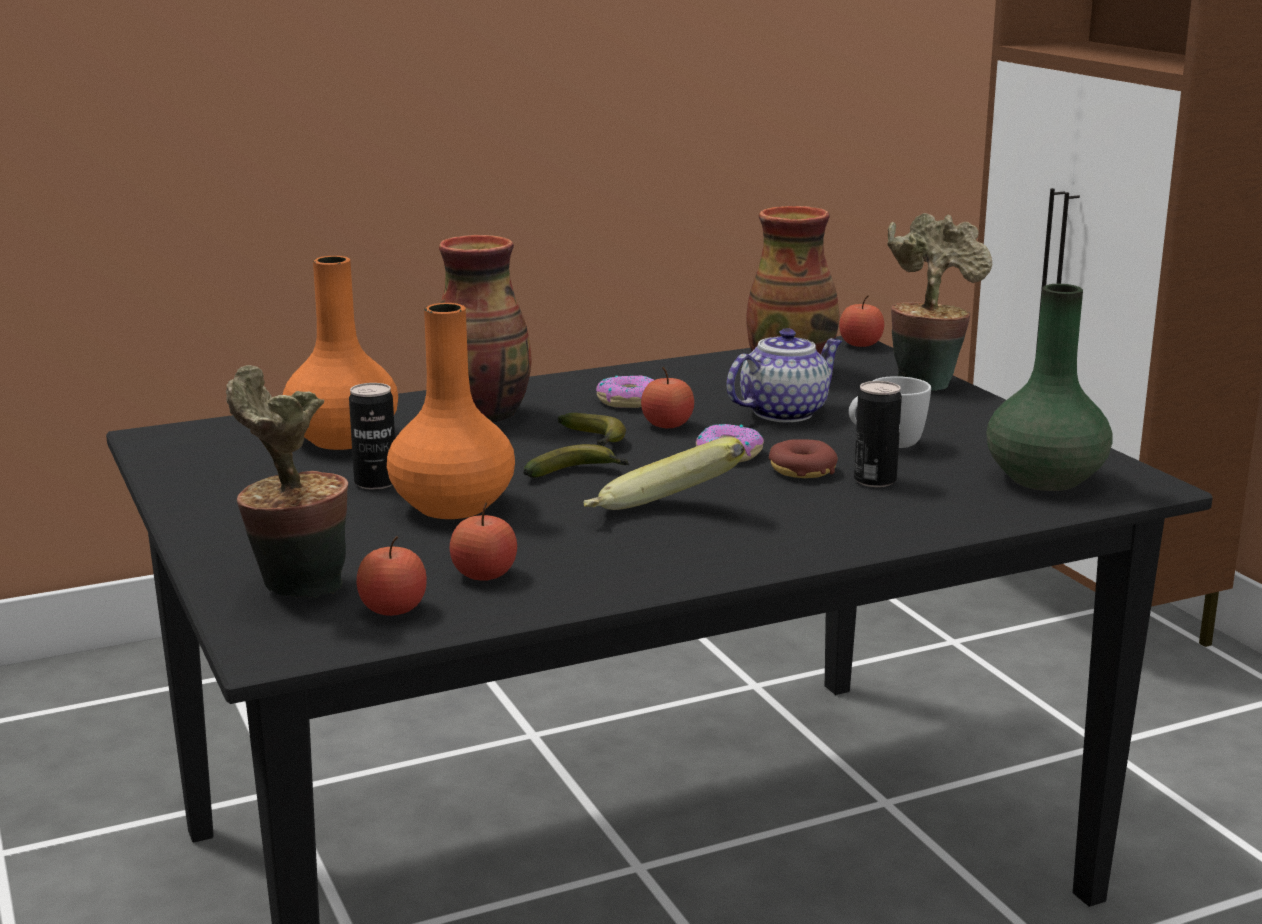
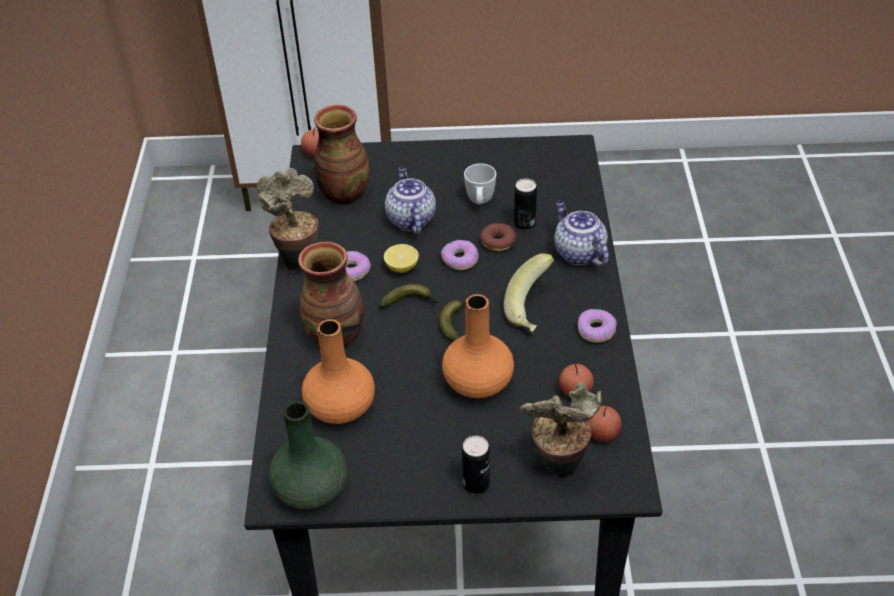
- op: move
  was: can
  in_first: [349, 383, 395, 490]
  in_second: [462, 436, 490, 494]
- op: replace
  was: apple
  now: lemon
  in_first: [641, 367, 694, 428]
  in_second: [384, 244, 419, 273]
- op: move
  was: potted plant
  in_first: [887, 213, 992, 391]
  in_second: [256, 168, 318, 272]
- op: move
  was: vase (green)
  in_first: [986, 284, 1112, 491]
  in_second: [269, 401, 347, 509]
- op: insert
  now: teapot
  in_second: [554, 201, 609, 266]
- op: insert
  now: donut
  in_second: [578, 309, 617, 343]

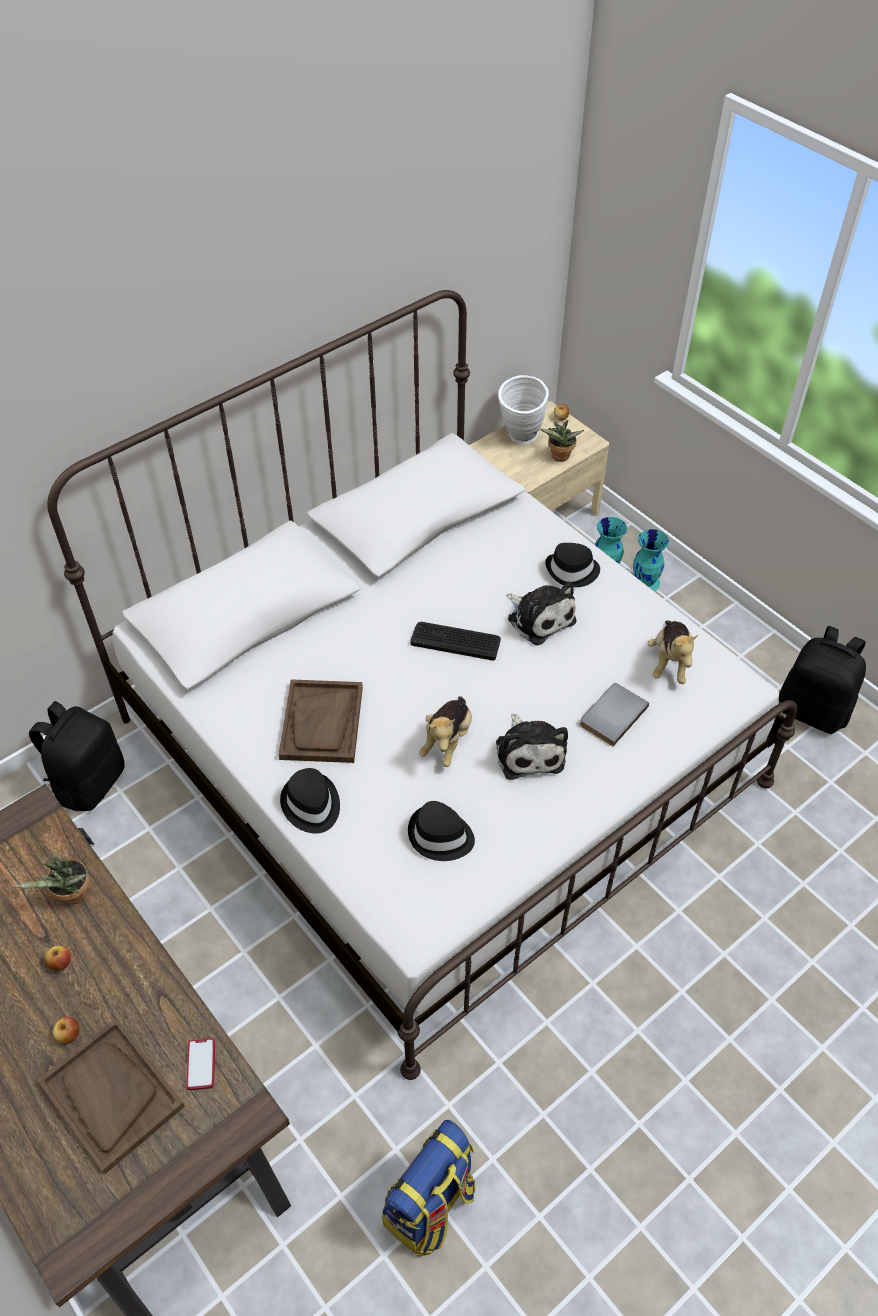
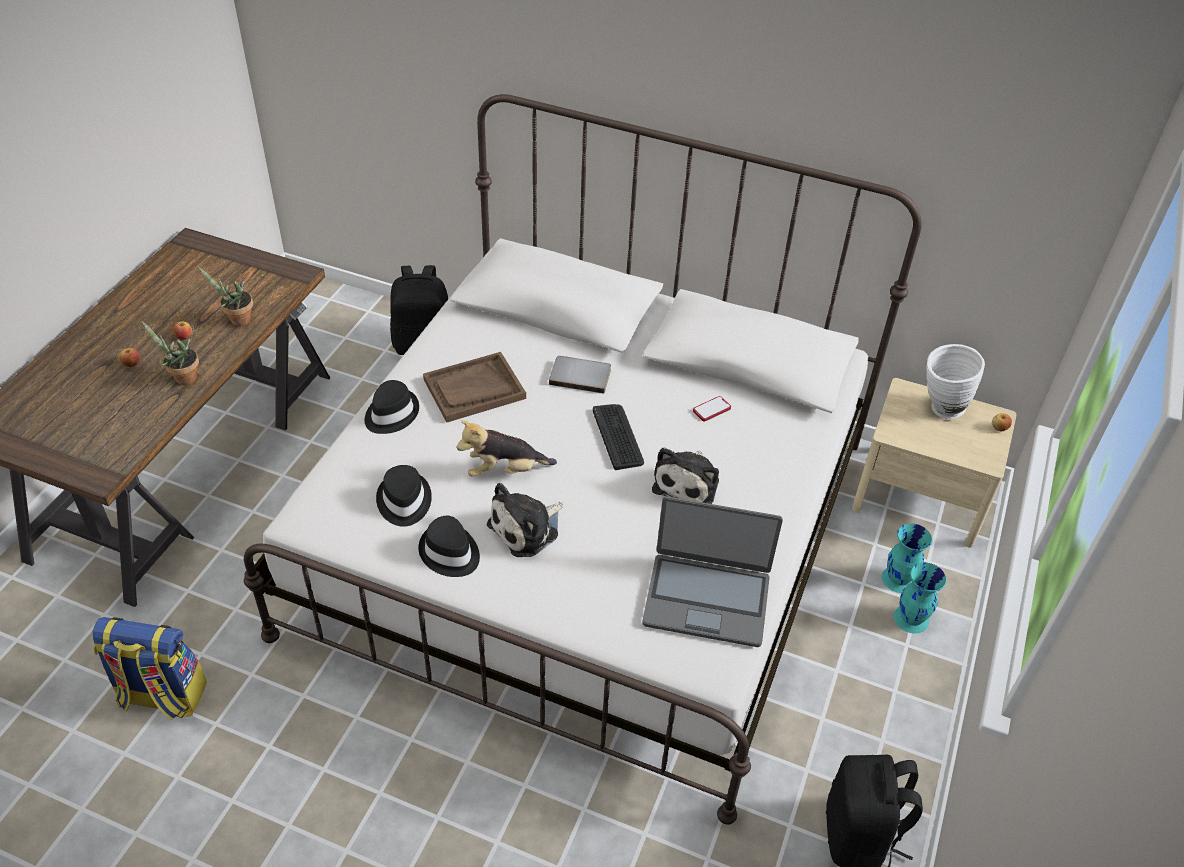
- op: delete
  was: tray (brown)
  in_first: [37, 1018, 185, 1174]
- op: move
  was: phone
  in_first: [186, 1038, 215, 1090]
  in_second: [693, 396, 731, 422]
- op: move
  was: potted plant
  in_first: [540, 420, 584, 462]
  in_second: [142, 322, 199, 385]
- op: move
  was: hat (black)
  in_first: [545, 543, 600, 587]
  in_second: [418, 516, 480, 577]
- op: move
  was: book (grey)
  in_first: [580, 683, 649, 746]
  in_second: [549, 356, 611, 394]
- op: replace
  was: plush toy
  now: laptop
  in_first: [648, 620, 698, 684]
  in_second: [642, 496, 783, 647]

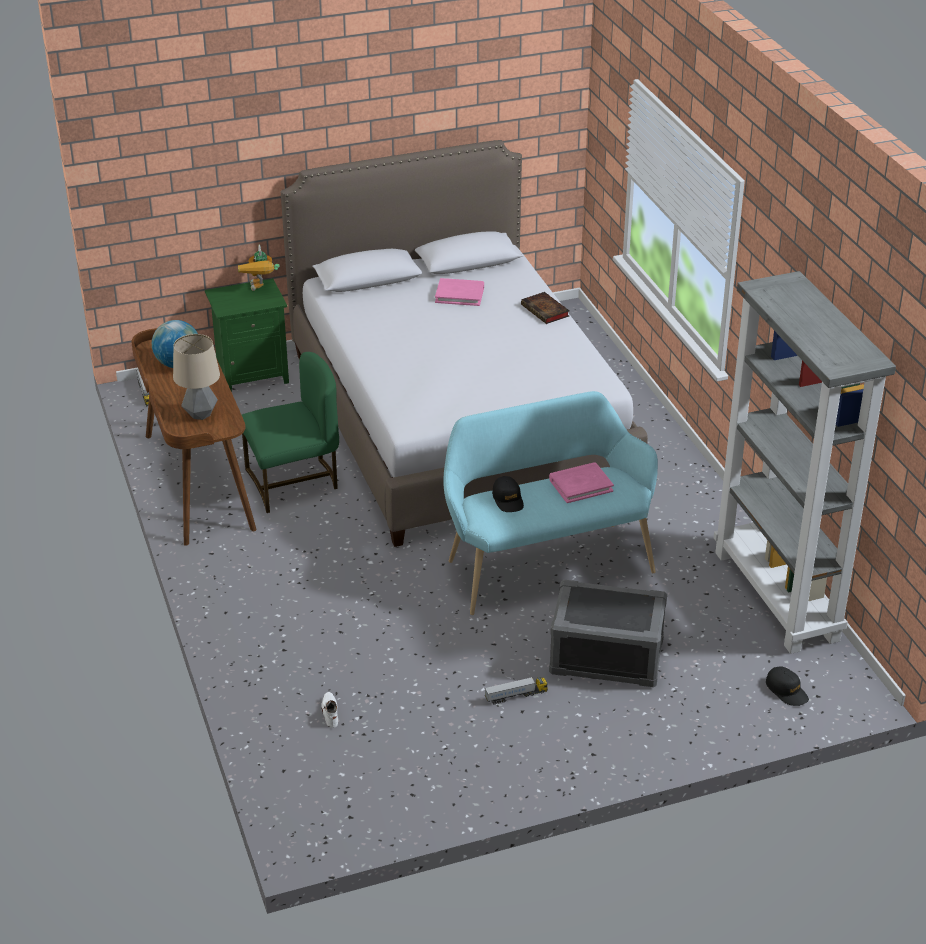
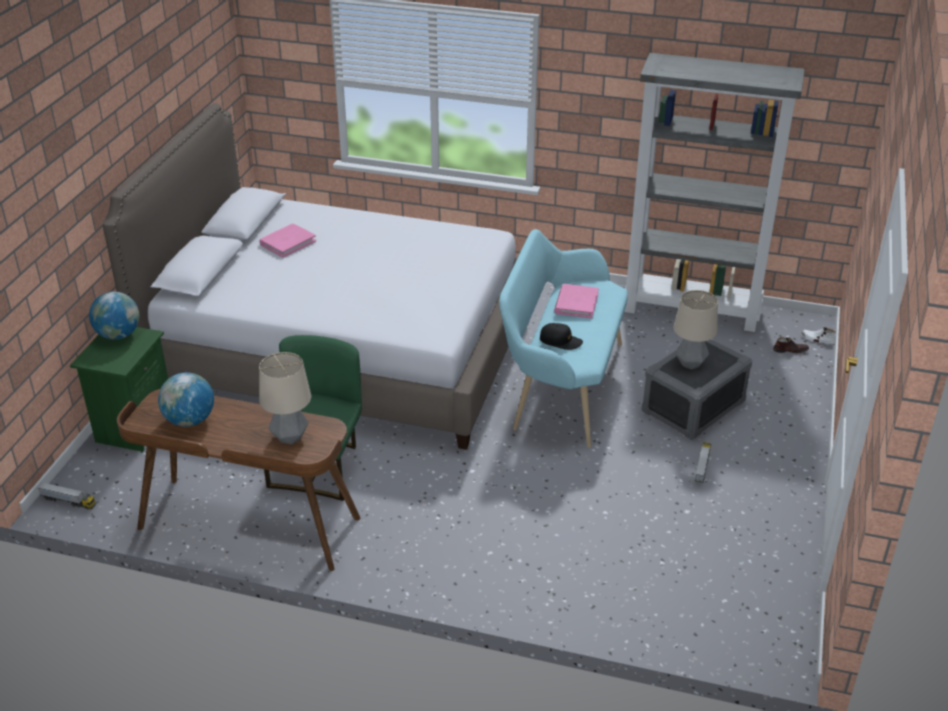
- op: replace
  was: toy robot
  now: globe
  in_first: [238, 245, 280, 291]
  in_second: [89, 291, 139, 340]
- op: move
  was: shoe (white)
  in_first: [321, 692, 338, 727]
  in_second: [802, 327, 836, 345]
- op: delete
  was: book
  in_first: [521, 292, 569, 324]
- op: replace
  was: cap (black)
  now: shoe (brown)
  in_first: [766, 666, 809, 706]
  in_second: [773, 337, 809, 353]
- op: insert
  now: table lamp
  in_second: [673, 290, 718, 370]

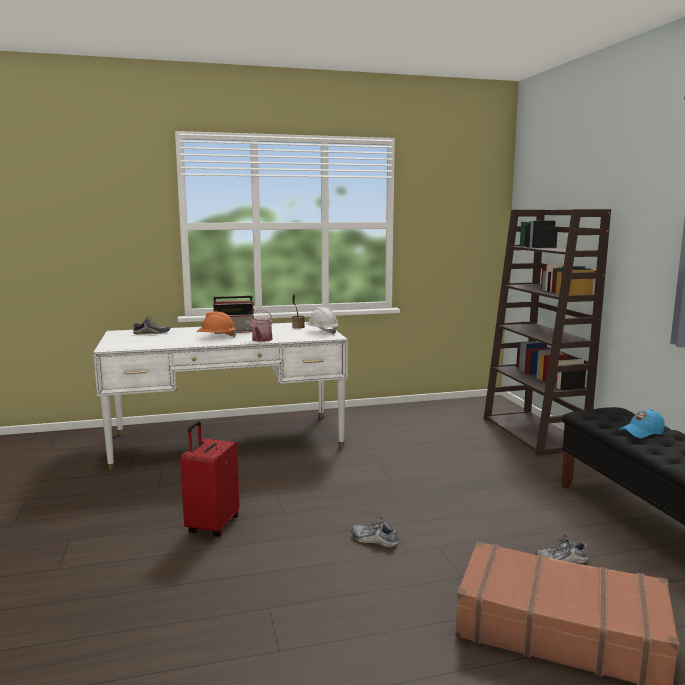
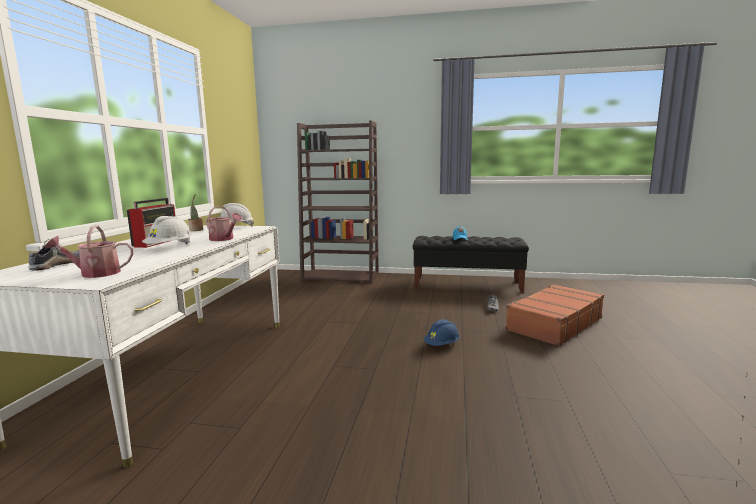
- op: delete
  was: suitcase (red)
  in_first: [180, 421, 240, 537]
- op: recolor
  was: hard hat (orange)
  now: hard hat (white)
  in_first: [197, 311, 237, 337]
  in_second: [142, 216, 192, 244]
- op: replace
  was: shoe
  now: hard hat (blue)
  in_first: [351, 516, 398, 547]
  in_second: [424, 319, 460, 346]
- op: insert
  now: watering can
  in_second: [45, 225, 134, 278]

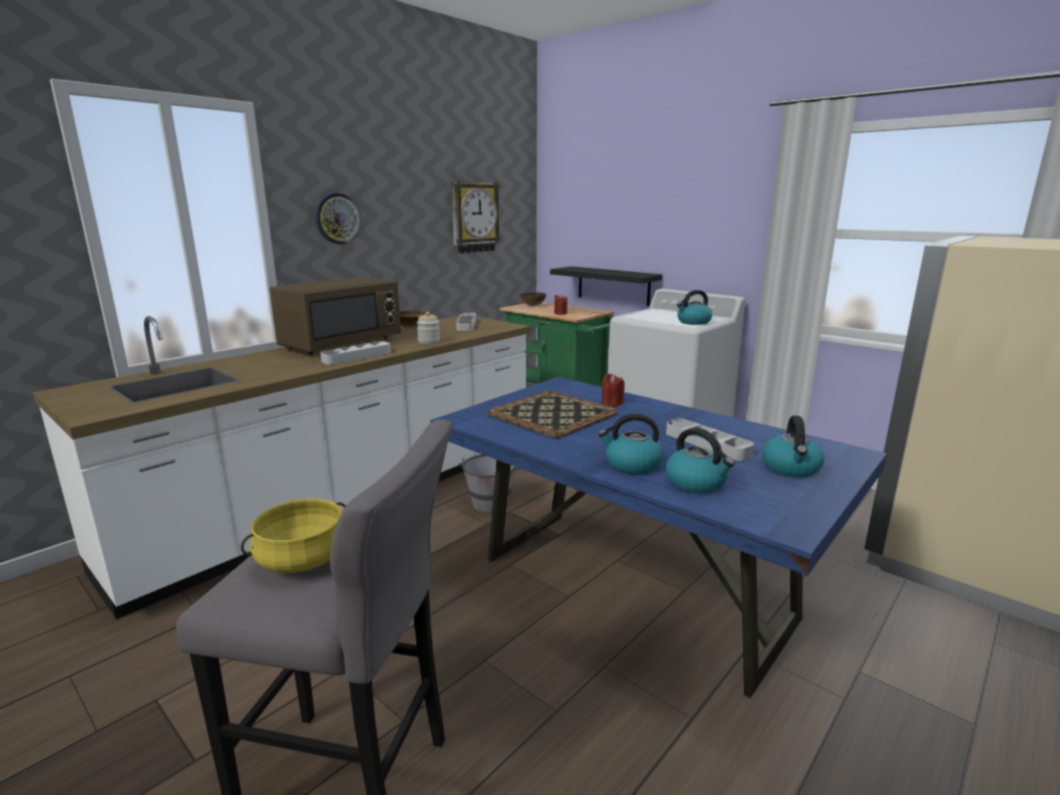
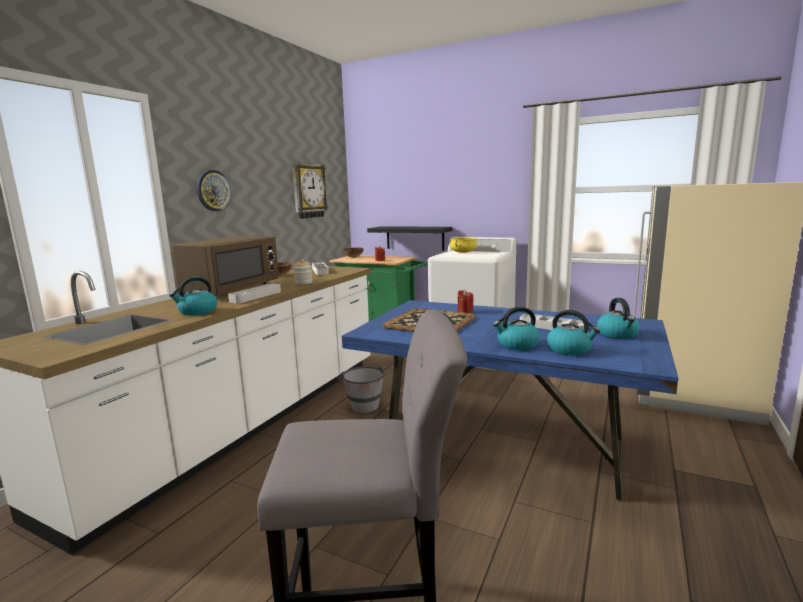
- op: move
  was: cooking pot (yellow)
  in_first: [241, 499, 346, 573]
  in_second: [450, 237, 477, 253]
- op: move
  was: kettle
  in_first: [677, 290, 712, 325]
  in_second: [169, 277, 217, 315]

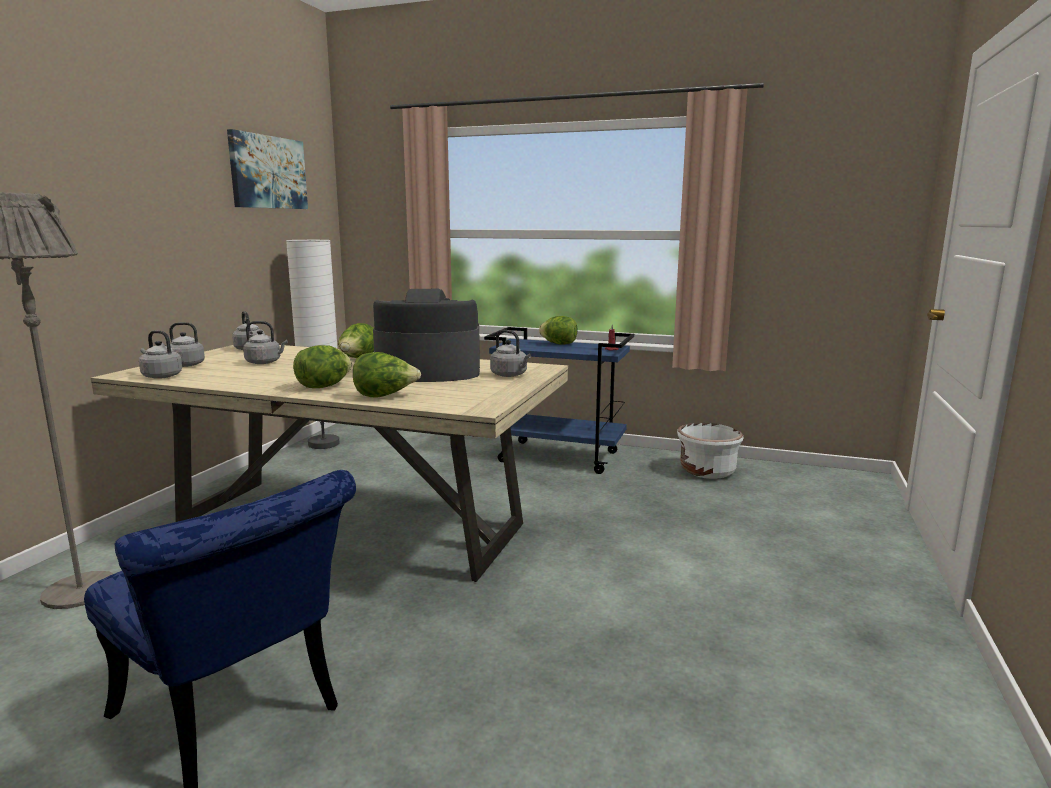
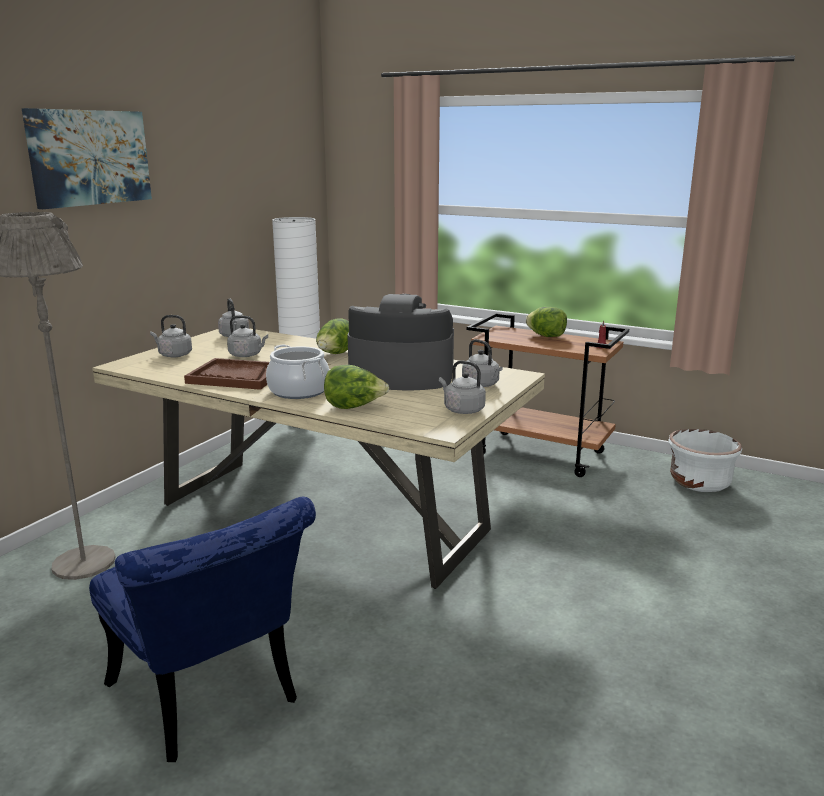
- op: move
  was: kettle (grey)
  in_first: [139, 330, 182, 379]
  in_second: [439, 360, 486, 414]
- op: move
  was: picture
  in_first: [227, 129, 308, 209]
  in_second: [22, 108, 152, 209]
- op: replace
  was: lettuce
  now: cooking pot
  in_first: [293, 345, 352, 388]
  in_second: [266, 344, 329, 399]
- op: recolor
  was: cart (blue)
  now: cart (brown)
  in_first: [484, 327, 634, 474]
  in_second: [467, 313, 629, 477]
- op: insert
  now: tray (brown)
  in_second: [184, 358, 269, 390]

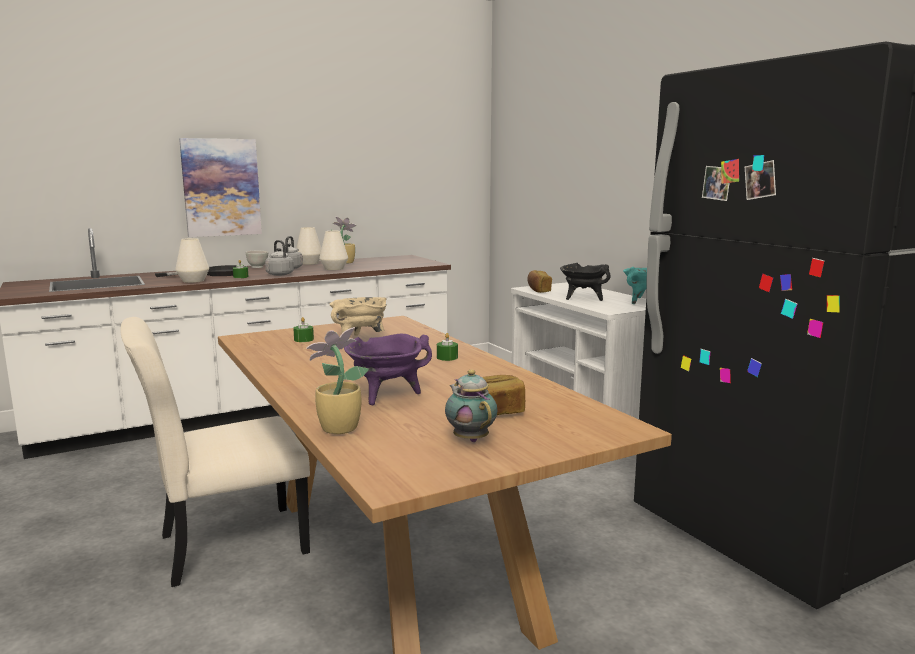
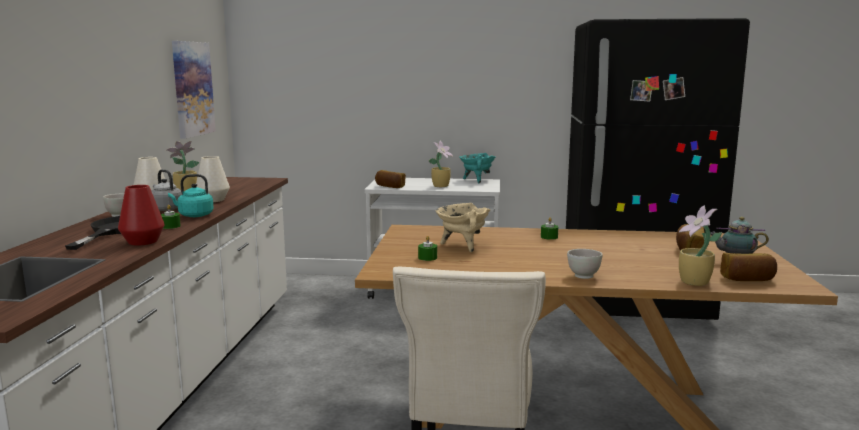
- op: recolor
  was: vase (white)
  now: vase (red)
  in_first: [175, 238, 209, 283]
  in_second: [118, 185, 165, 246]
- op: move
  was: picture
  in_first: [179, 138, 262, 237]
  in_second: [172, 41, 216, 139]
- op: recolor
  was: kettle (grey)
  now: kettle (turquoise)
  in_first: [265, 240, 294, 276]
  in_second: [168, 174, 214, 217]
- op: delete
  was: cooking pot (purple)
  in_first: [344, 333, 432, 405]
- op: replace
  was: cooking pot (black)
  now: potted plant
  in_first: [560, 263, 610, 301]
  in_second: [429, 141, 453, 187]
- op: insert
  now: bowl (white)
  in_second: [567, 249, 603, 279]
- op: insert
  now: bread
  in_second: [720, 253, 777, 281]

